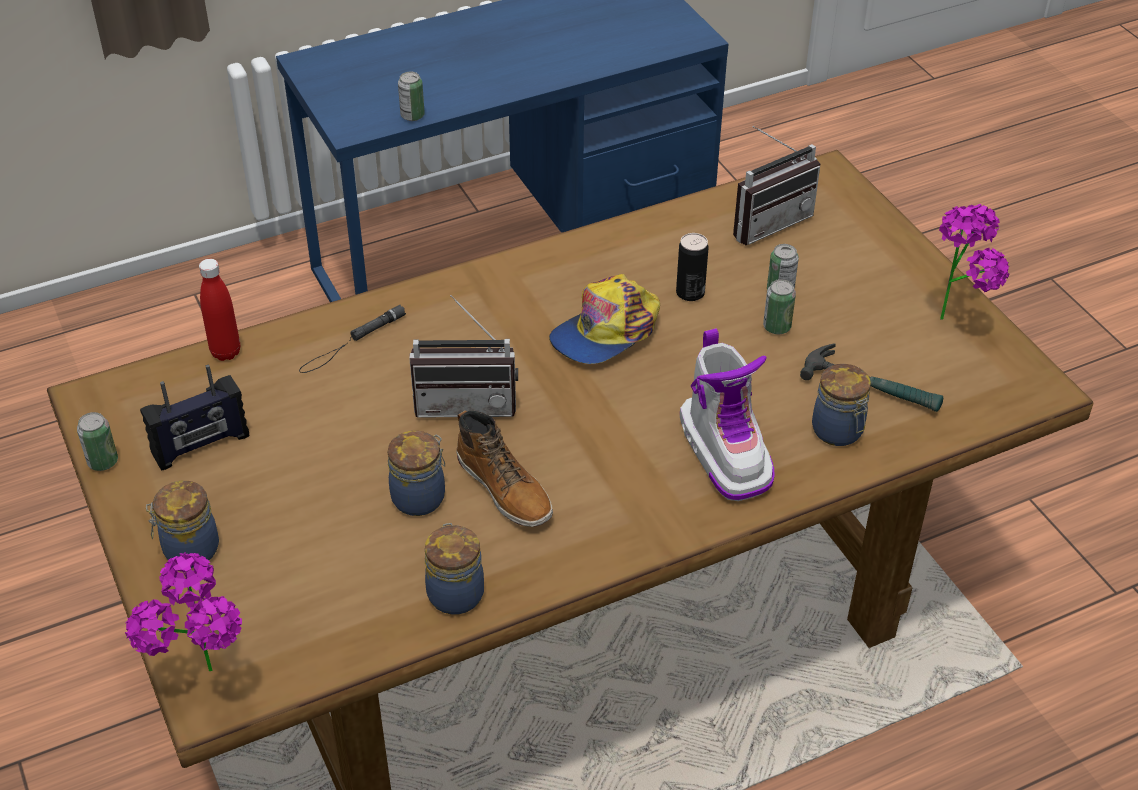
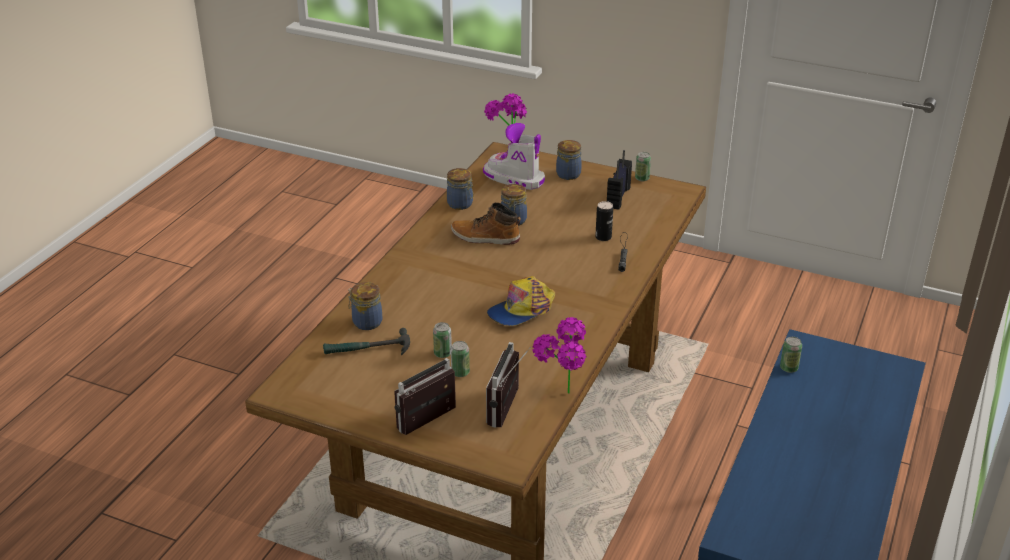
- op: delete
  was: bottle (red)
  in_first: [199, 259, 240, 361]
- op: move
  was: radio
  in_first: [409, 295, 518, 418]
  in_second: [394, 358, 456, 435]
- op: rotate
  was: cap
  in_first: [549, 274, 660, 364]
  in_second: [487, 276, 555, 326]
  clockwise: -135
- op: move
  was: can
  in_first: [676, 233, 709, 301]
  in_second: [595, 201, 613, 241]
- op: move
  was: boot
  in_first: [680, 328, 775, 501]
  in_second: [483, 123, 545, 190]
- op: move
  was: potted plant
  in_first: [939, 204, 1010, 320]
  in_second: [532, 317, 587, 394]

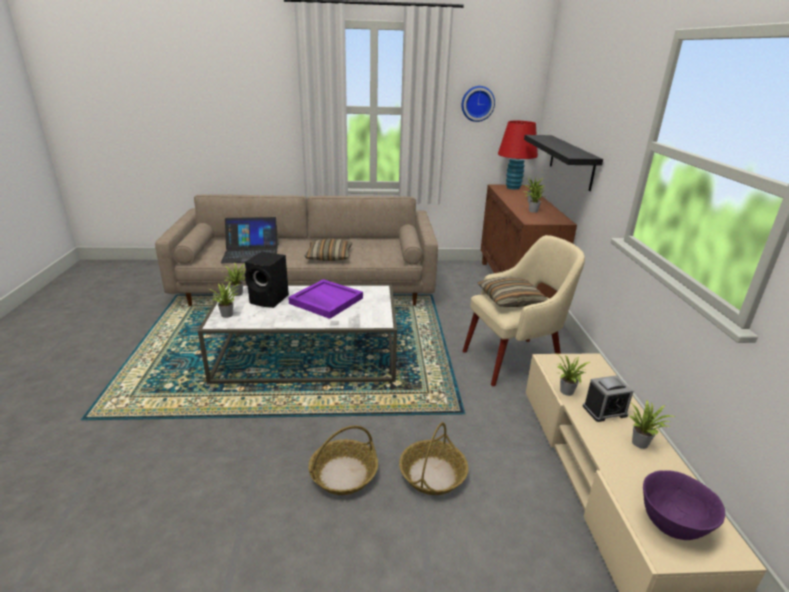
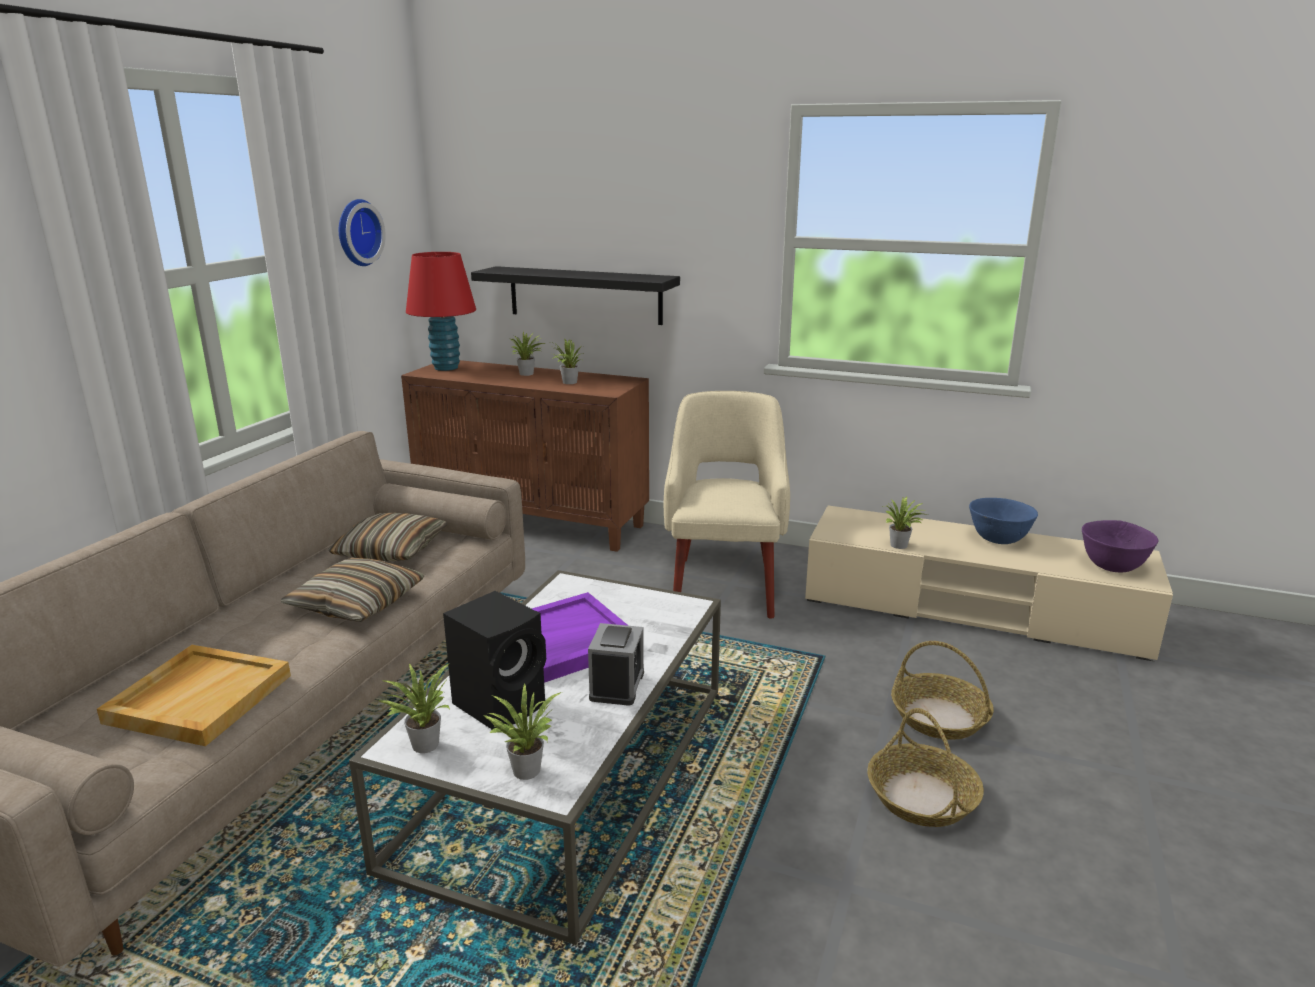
- op: replace
  was: laptop
  now: tray (beige)
  in_first: [221, 217, 278, 263]
  in_second: [97, 645, 291, 746]
- op: move
  was: pillow
  in_first: [478, 277, 548, 307]
  in_second: [327, 513, 447, 561]
- op: move
  was: alarm clock
  in_first: [583, 375, 634, 422]
  in_second: [588, 623, 644, 706]
- op: replace
  was: potted plant
  now: bowl (blue)
  in_first: [629, 400, 675, 449]
  in_second: [969, 498, 1038, 544]

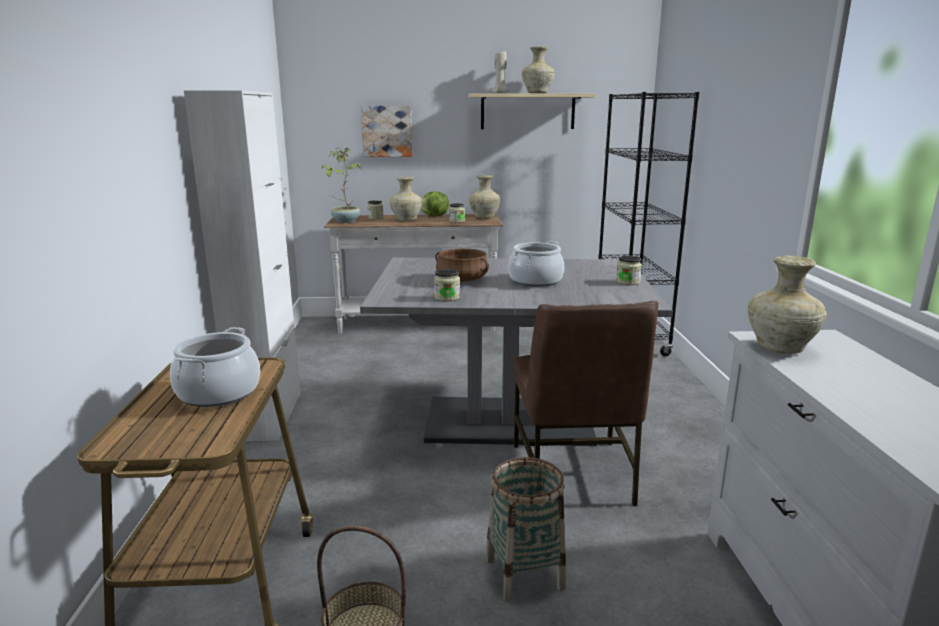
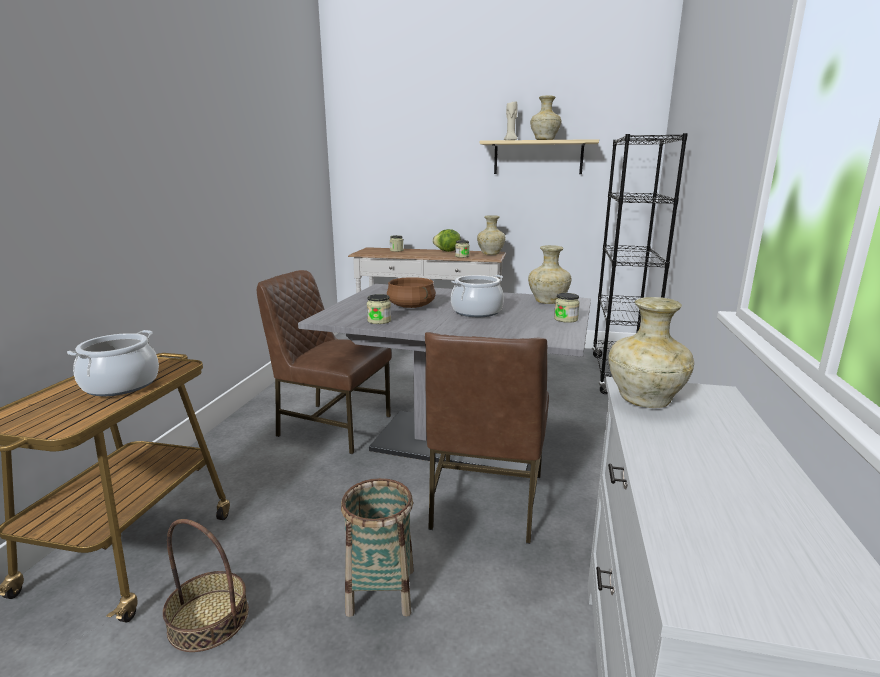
- op: delete
  was: cabinet (white)
  in_first: [184, 90, 301, 441]
- op: delete
  was: potted plant
  in_first: [322, 148, 361, 223]
- op: delete
  was: picture
  in_first: [361, 106, 412, 157]
- op: move
  was: vase (beige)
  in_first: [390, 177, 422, 221]
  in_second: [528, 245, 572, 304]
- op: insert
  now: chair (brown)
  in_second: [257, 270, 392, 454]

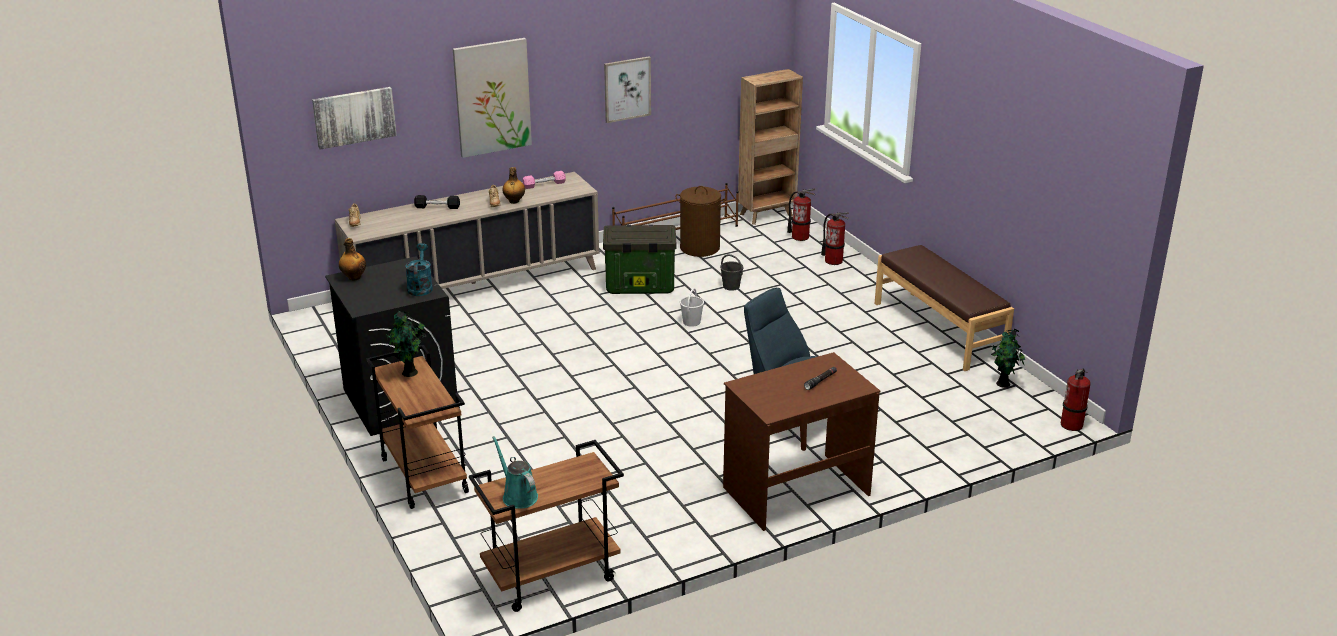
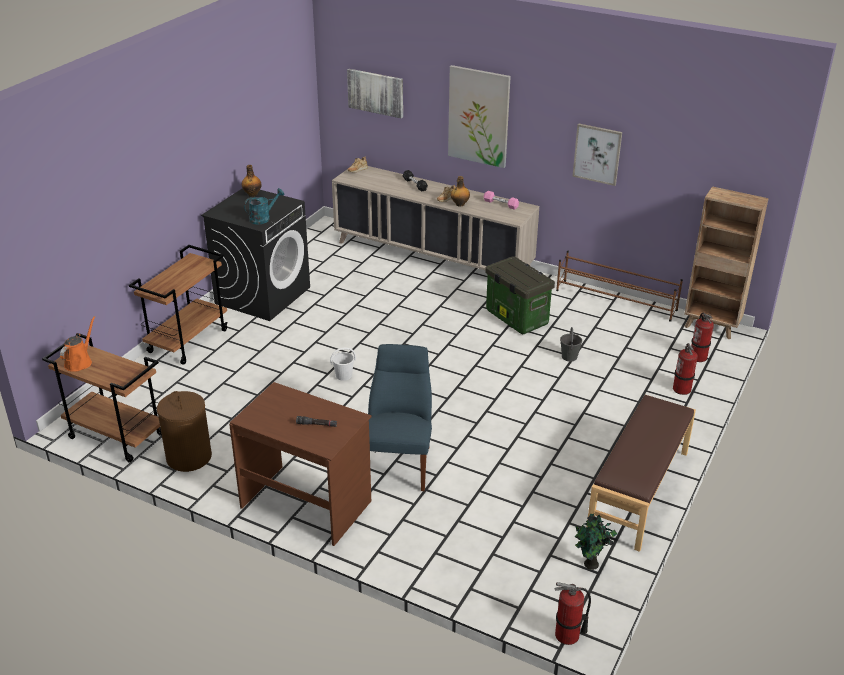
- op: delete
  was: potted plant
  in_first: [386, 311, 426, 377]
- op: recolor
  was: watering can (turquoise)
  now: watering can (orange)
  in_first: [492, 436, 538, 509]
  in_second: [60, 316, 96, 372]
- op: move
  was: laundry basket (brown)
  in_first: [675, 186, 726, 257]
  in_second: [157, 391, 212, 472]
- op: move
  was: bucket (white)
  in_first: [680, 288, 704, 327]
  in_second: [330, 347, 356, 381]

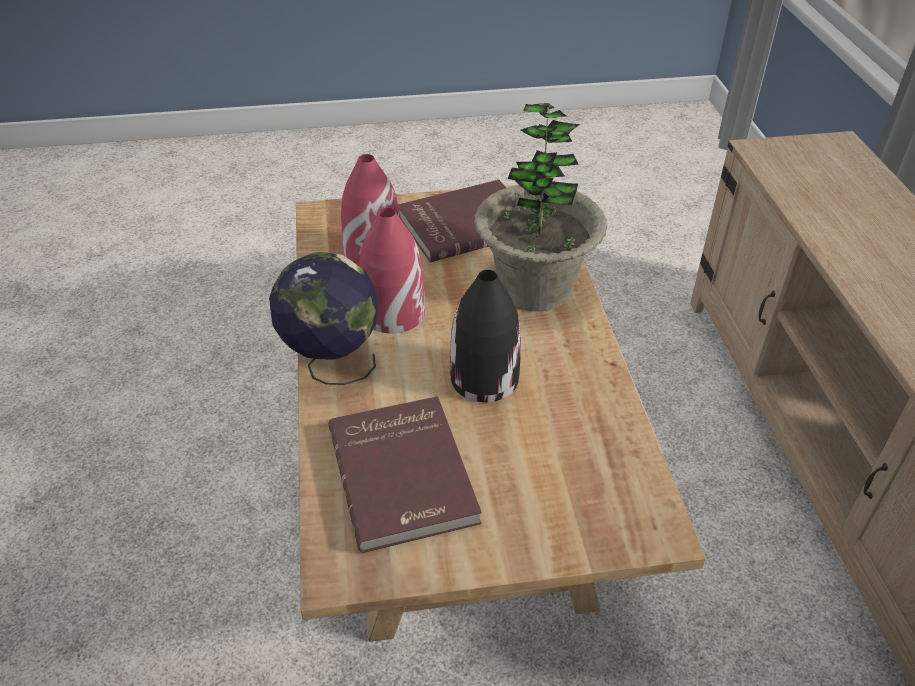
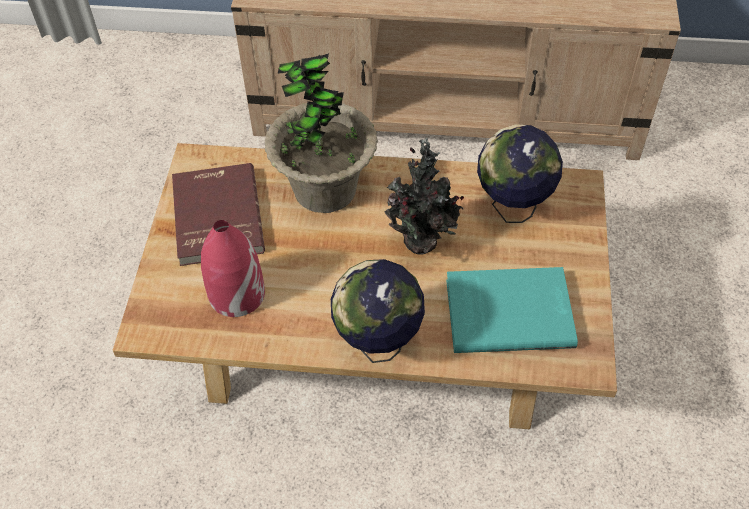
- op: recolor
  was: book (red)
  now: book (turquoise)
  in_first: [328, 396, 482, 553]
  in_second: [446, 267, 578, 353]
- op: delete
  was: vase (red)
  in_first: [359, 208, 425, 334]
- op: replace
  was: vase (black)
  now: potted plant
  in_first: [450, 270, 521, 402]
  in_second: [384, 138, 464, 254]
- op: insert
  now: globe
  in_second: [477, 124, 563, 223]

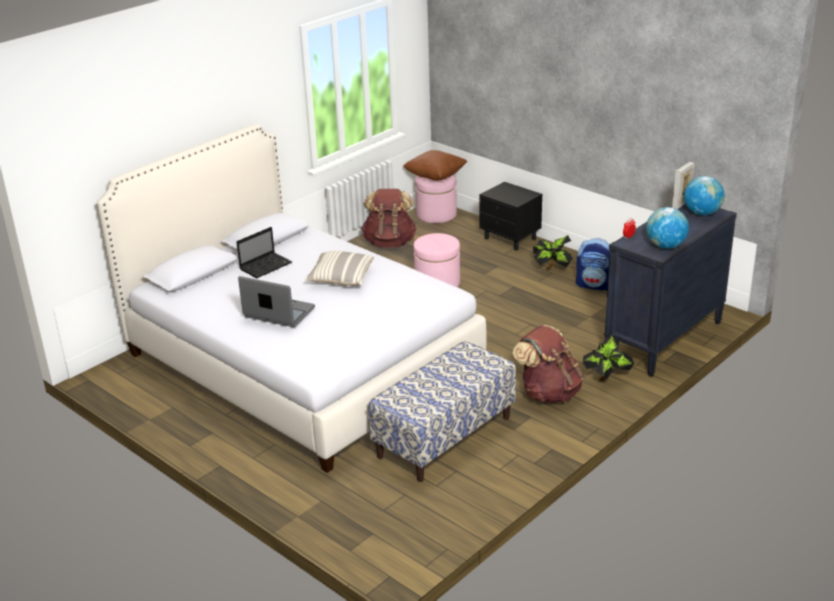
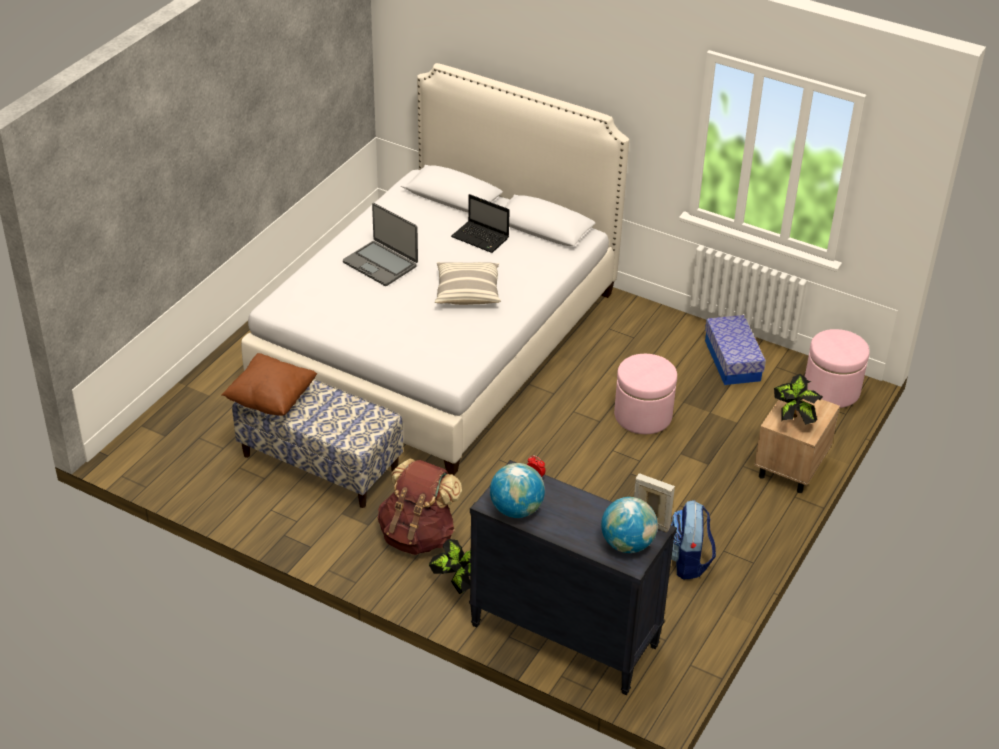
- op: rotate
  was: laptop
  in_first: [238, 276, 315, 327]
  in_second: [343, 203, 418, 286]
  clockwise: 120
- op: replace
  was: backpack (brown)
  now: storage box
  in_first: [361, 189, 417, 248]
  in_second: [705, 315, 766, 385]
- op: move
  was: pillow (brown)
  in_first: [403, 150, 467, 181]
  in_second: [222, 353, 317, 416]
- op: recolor
  was: nightstand (black)
  now: nightstand (beige)
  in_first: [479, 182, 542, 251]
  in_second: [754, 399, 840, 493]
- op: move
  was: potted plant
  in_first: [533, 235, 573, 270]
  in_second: [774, 374, 822, 425]

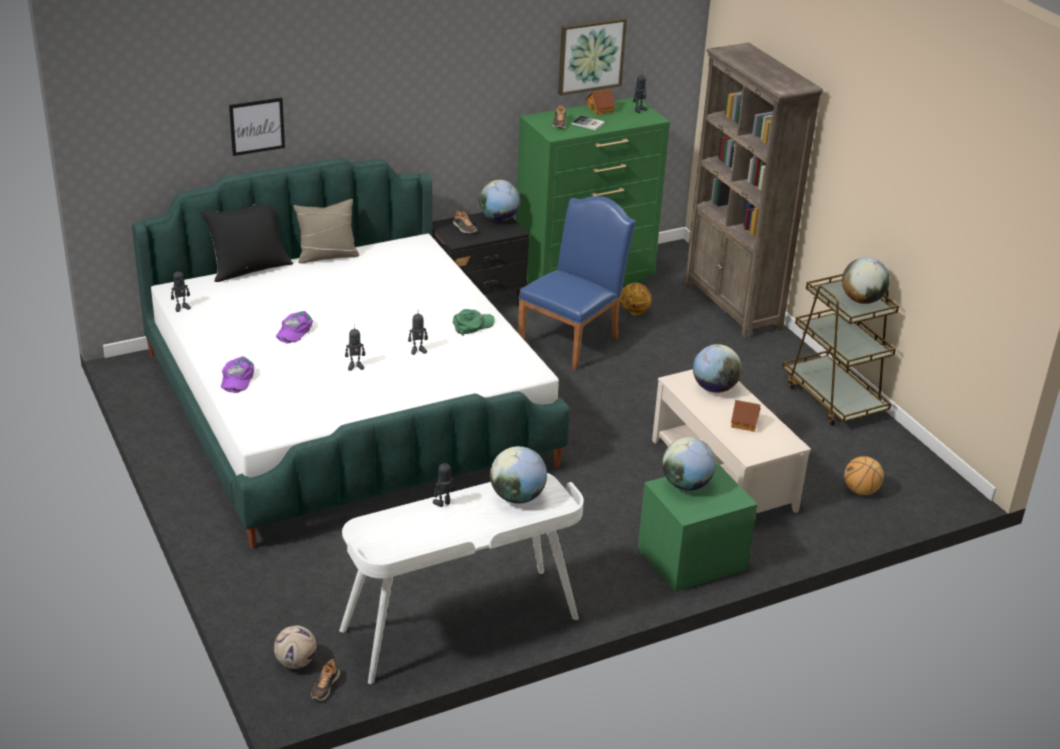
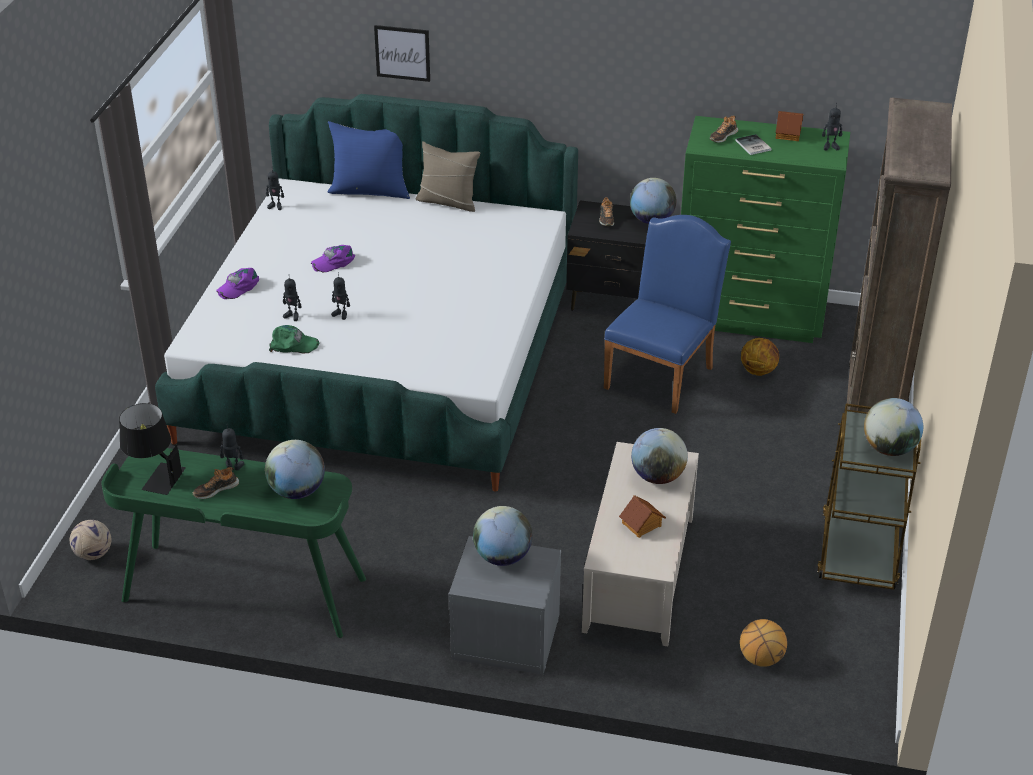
- op: recolor
  was: pillow (black)
  now: pillow (blue)
  in_first: [200, 204, 293, 282]
  in_second: [327, 121, 410, 199]
- op: move
  was: shoe
  in_first: [311, 659, 340, 701]
  in_second: [193, 467, 239, 499]
- op: recolor
  was: desk (white)
  now: desk (green)
  in_first: [340, 473, 584, 684]
  in_second: [101, 448, 366, 638]
- op: move
  was: toy robot
  in_first: [408, 314, 428, 355]
  in_second: [283, 274, 302, 321]
- op: move
  was: cap (green)
  in_first: [452, 309, 495, 336]
  in_second: [269, 325, 319, 353]
- op: rotate
  was: chair (blue)
  in_first: [518, 196, 636, 370]
  in_second: [604, 215, 731, 414]
  clockwise: -45
- op: delete
  was: picture
  in_first: [558, 18, 627, 96]
- op: recolor
  was: nightstand (green)
  now: nightstand (grey)
  in_first: [638, 462, 758, 592]
  in_second: [449, 536, 561, 675]
- op: insert
  now: table lamp (black)
  in_second: [119, 403, 186, 495]

